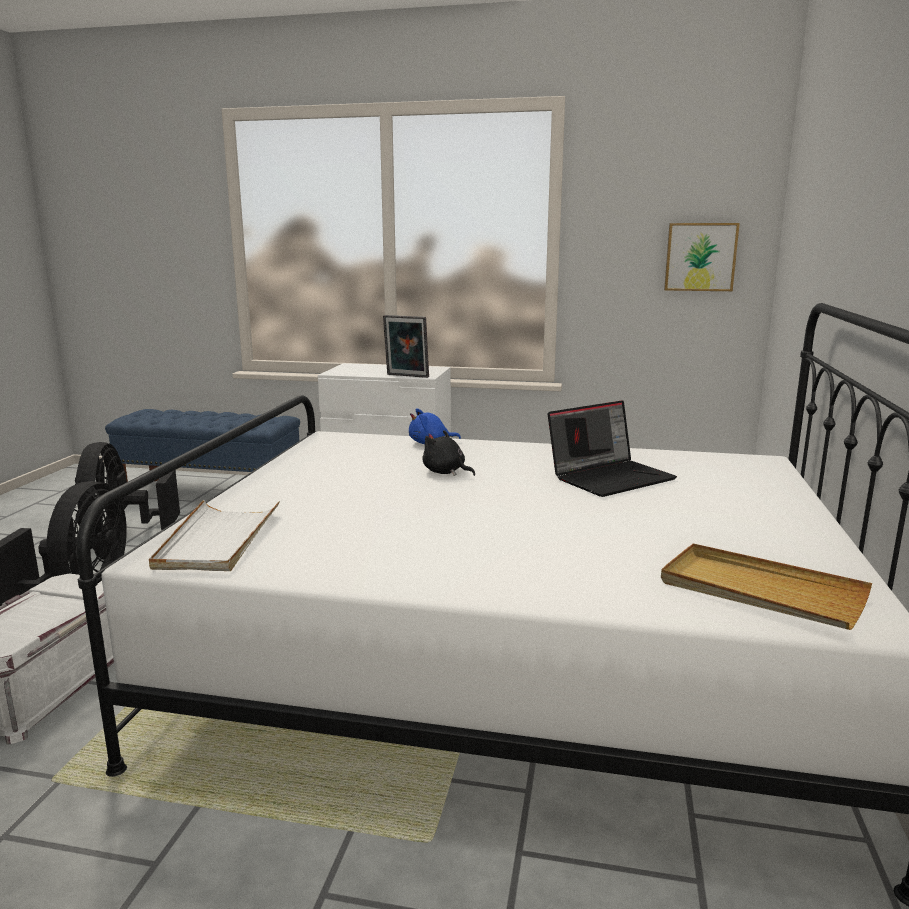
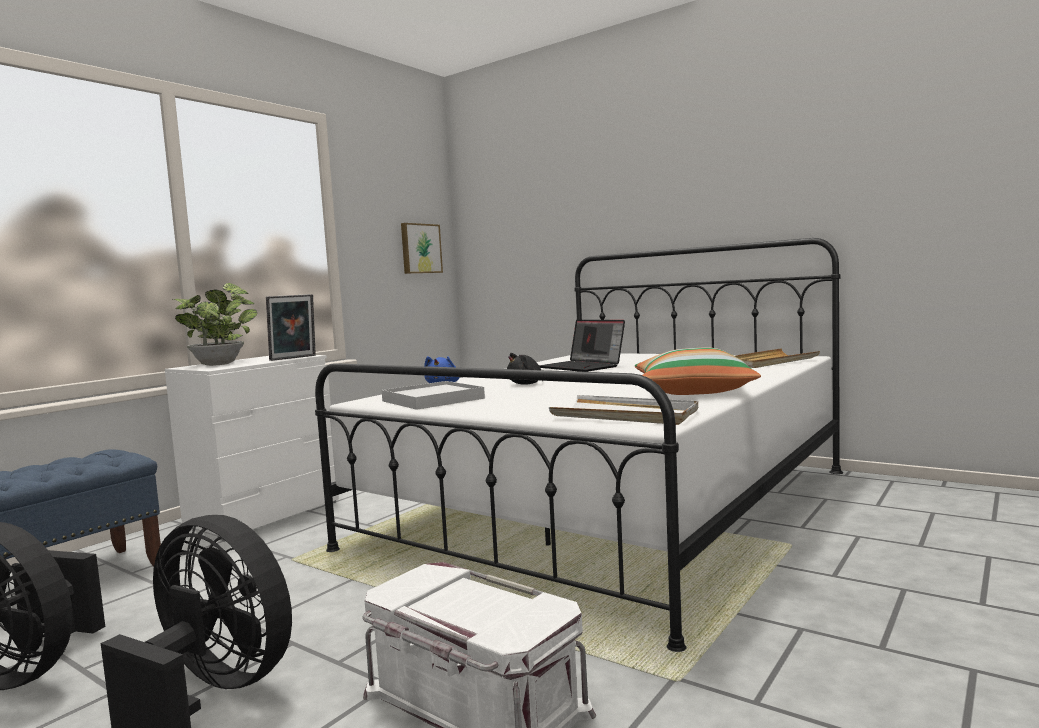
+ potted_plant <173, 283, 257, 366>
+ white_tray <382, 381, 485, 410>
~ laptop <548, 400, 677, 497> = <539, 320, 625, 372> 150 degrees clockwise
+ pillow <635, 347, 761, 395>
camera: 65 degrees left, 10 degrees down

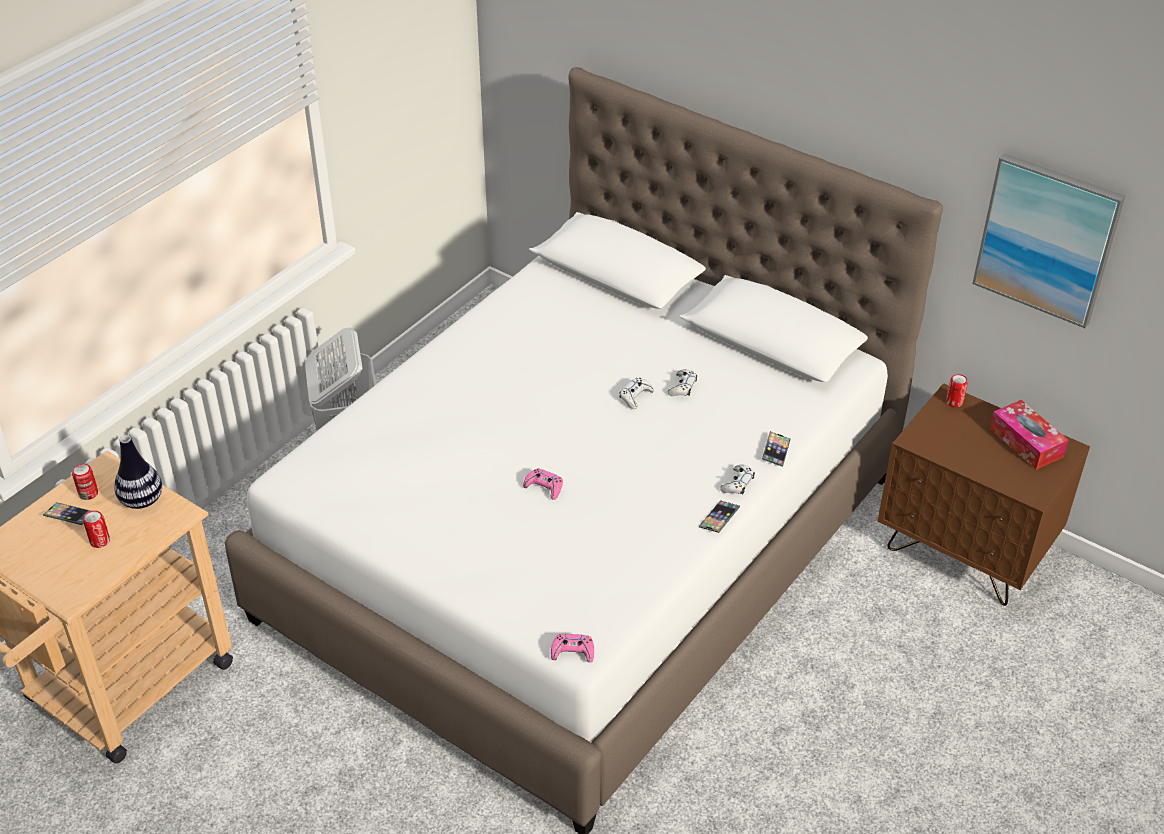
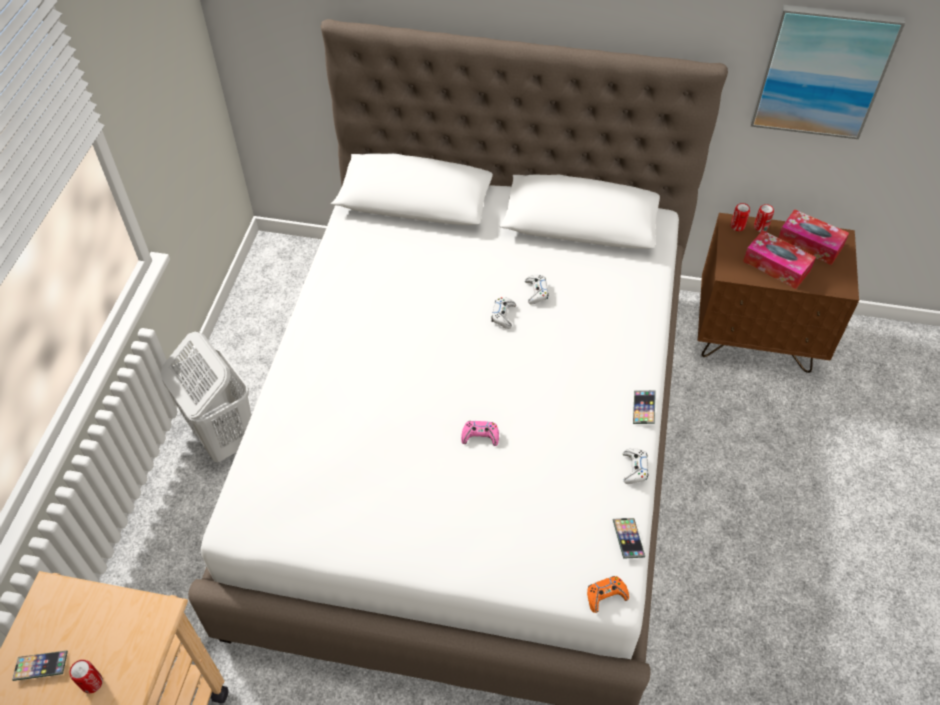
~ pink_game_controller <551, 634, 594, 662> to orange_game_controller <587, 576, 629, 613>
~ phone <762, 431, 791, 467> to <613, 518, 645, 559>
~ white_game_controller <720, 465, 755, 494> to <623, 448, 648, 484>
+ tissue_box <743, 230, 816, 289>
~ can <72, 464, 98, 500> to <754, 204, 774, 232>
- vase <114, 435, 162, 509>
camera: 25 degrees left, 10 degrees up

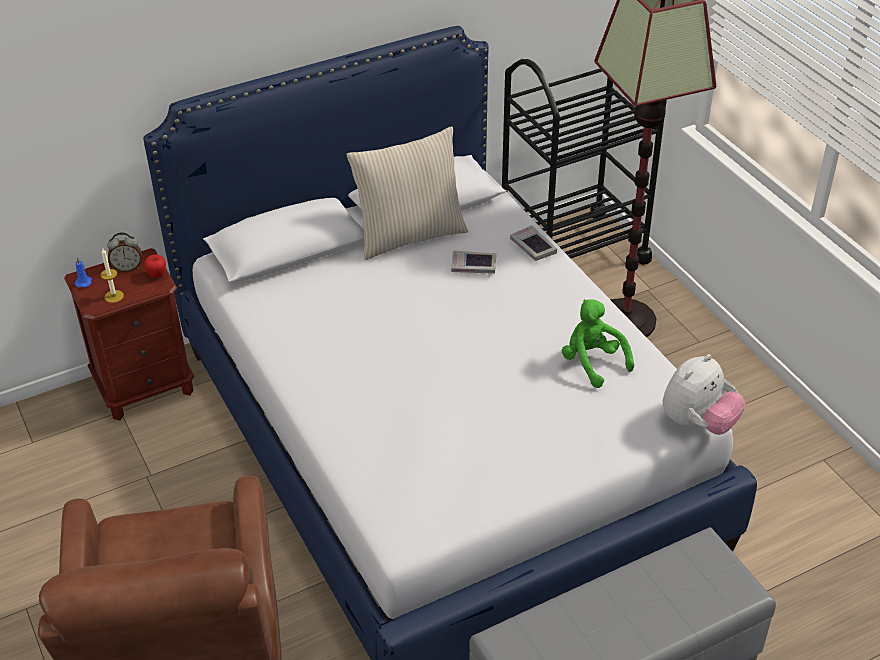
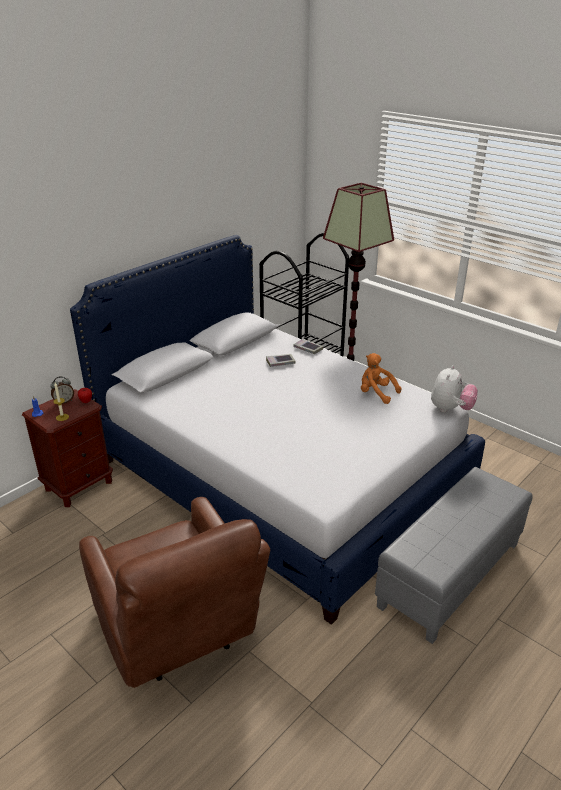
~ green_plush_toy <562, 299, 634, 388> to orange_plush_toy <361, 353, 402, 404>
- beige_pillow <346, 126, 468, 260>
camera: 20 degrees left, 10 degrees down

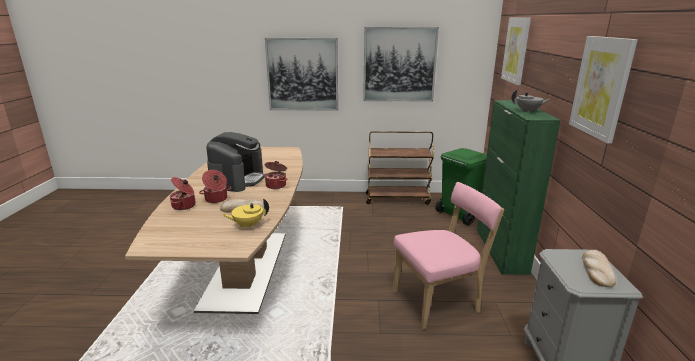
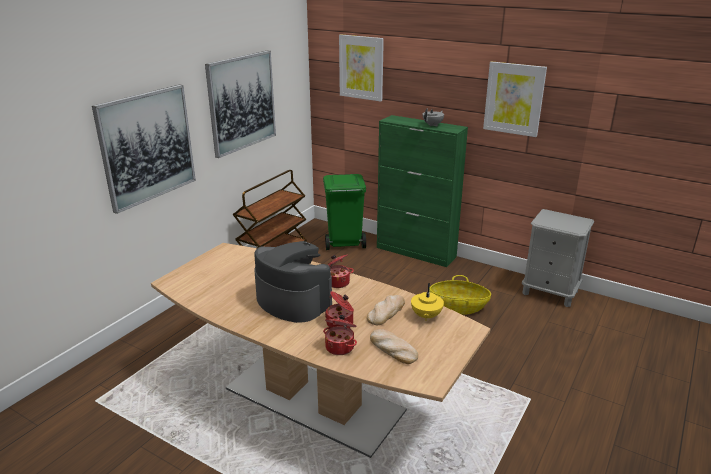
~ bread <583, 250, 616, 287> to <370, 329, 418, 364>
~ pink_chair <393, 182, 504, 329> to basket <429, 275, 491, 315>
camera: 60 degrees left, 5 degrees up

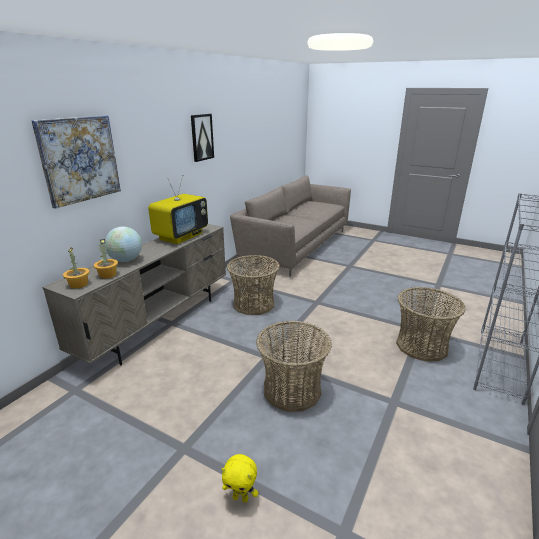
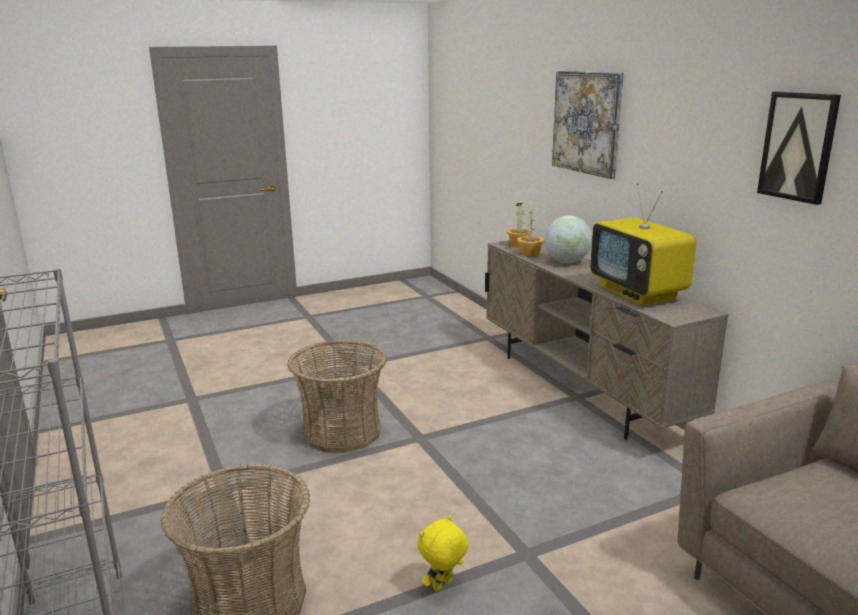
~ yellow_plush_toy <221, 454, 258, 503> to <418, 515, 469, 591>
- basket <227, 255, 280, 315>
camera: 125 degrees right, 5 degrees down

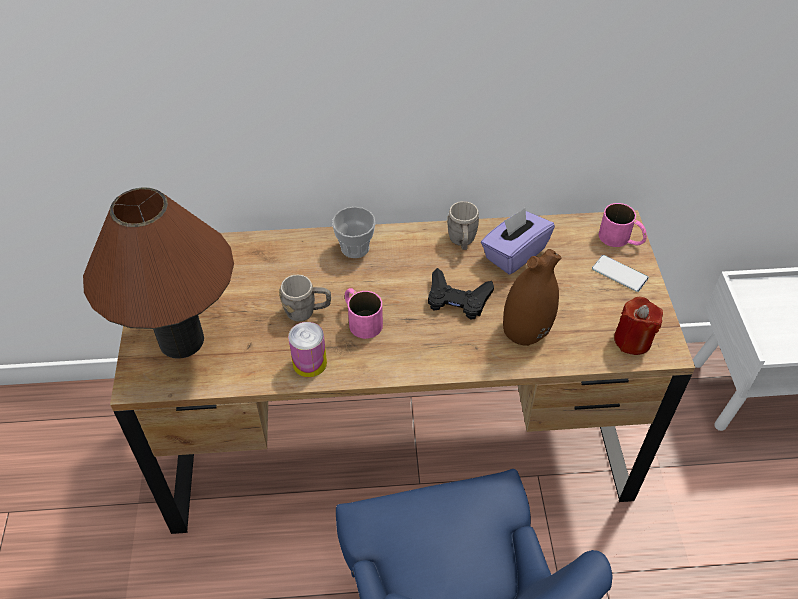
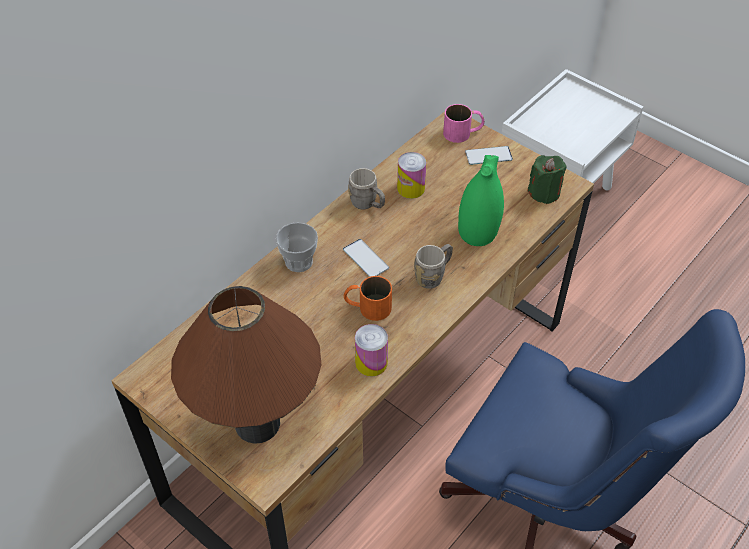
+ phone <343, 239, 389, 277>
~ pink_mug <345, 288, 383, 339> to orange_mug <344, 276, 392, 321>
~ purple_tissue_box <481, 208, 555, 275> to can <397, 152, 426, 199>
~ grey_mug <279, 274, 331, 322> to <414, 244, 453, 289>
~ brown_vase <503, 249, 561, 346> to green_vase <458, 155, 504, 246>
~ red_candle <614, 297, 663, 355> to green_candle <528, 155, 567, 204>
- black_game_controller <428, 268, 494, 319>
camera: 45 degrees left, 0 degrees up

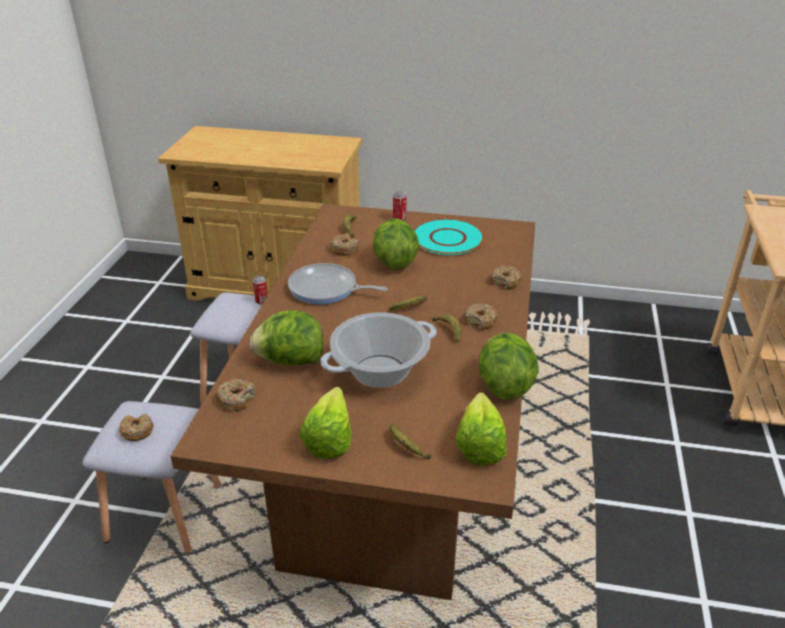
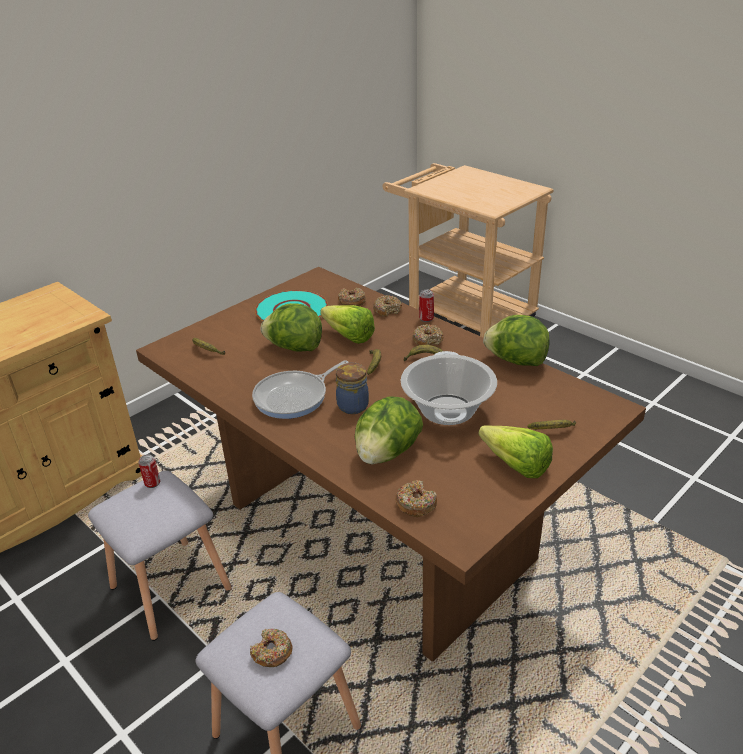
~ lettuce <456, 392, 507, 465> to <320, 305, 375, 344>
+ jar <336, 363, 369, 414>
~ donut <330, 234, 359, 256> to <338, 288, 366, 306>
~ can <393, 191, 407, 221> to <419, 290, 434, 322>
camera: 55 degrees left, 0 degrees up

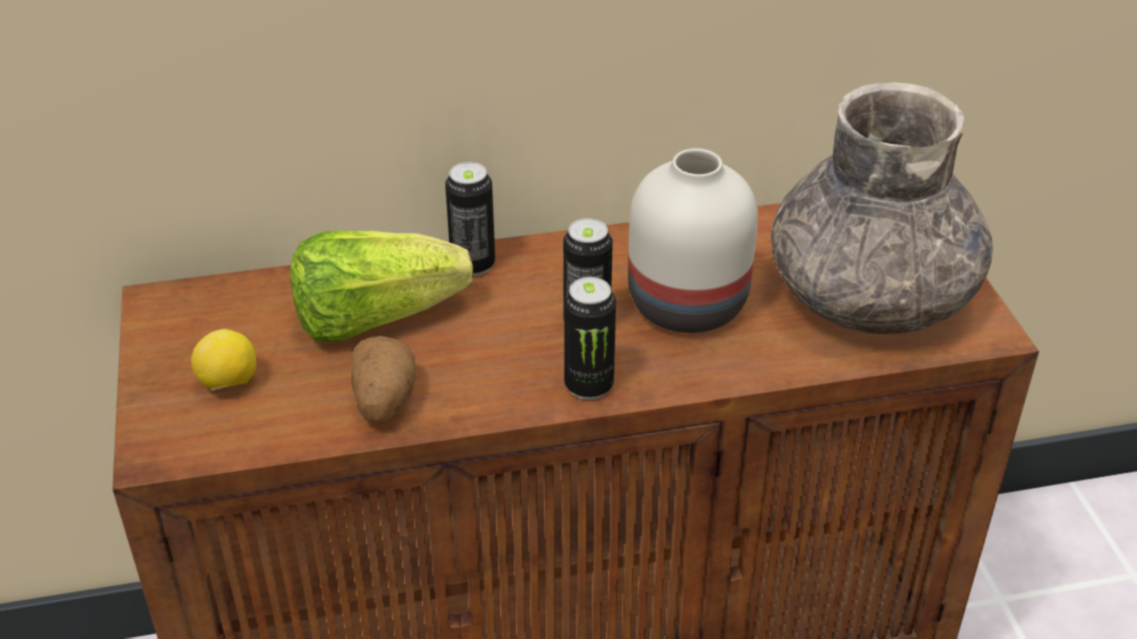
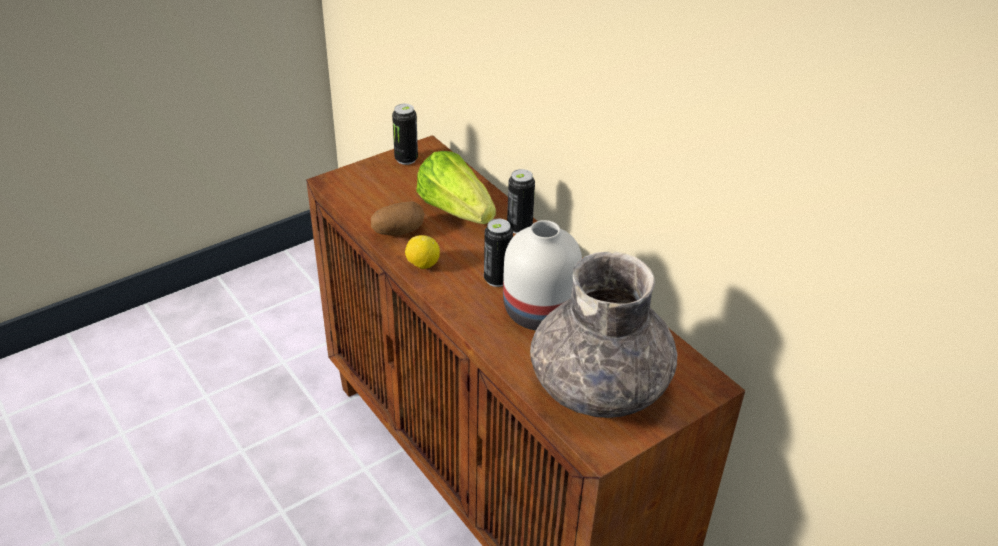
~ can <564, 277, 616, 400> to <392, 104, 418, 165>
~ lemon <191, 329, 257, 391> to <405, 235, 440, 269>
camera: 65 degrees right, 0 degrees up

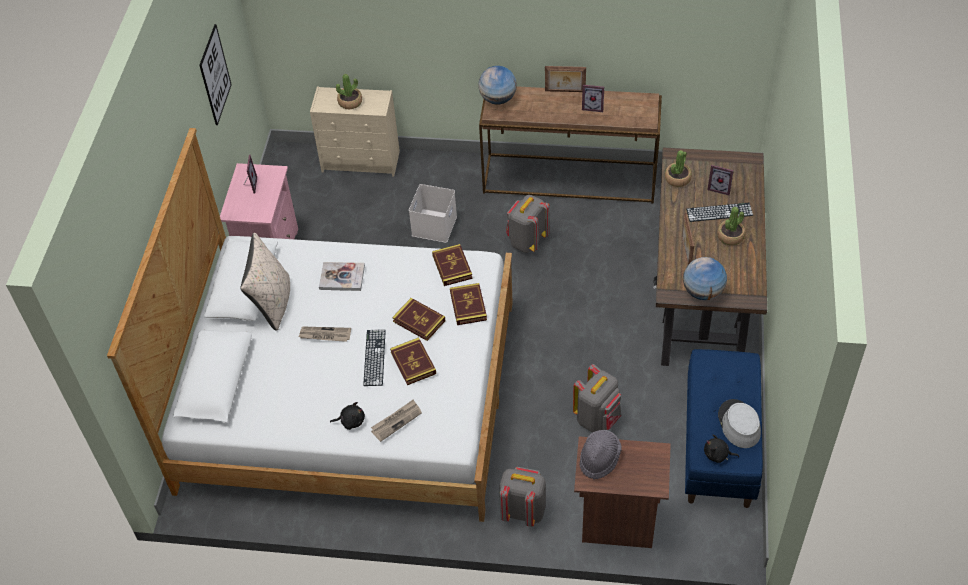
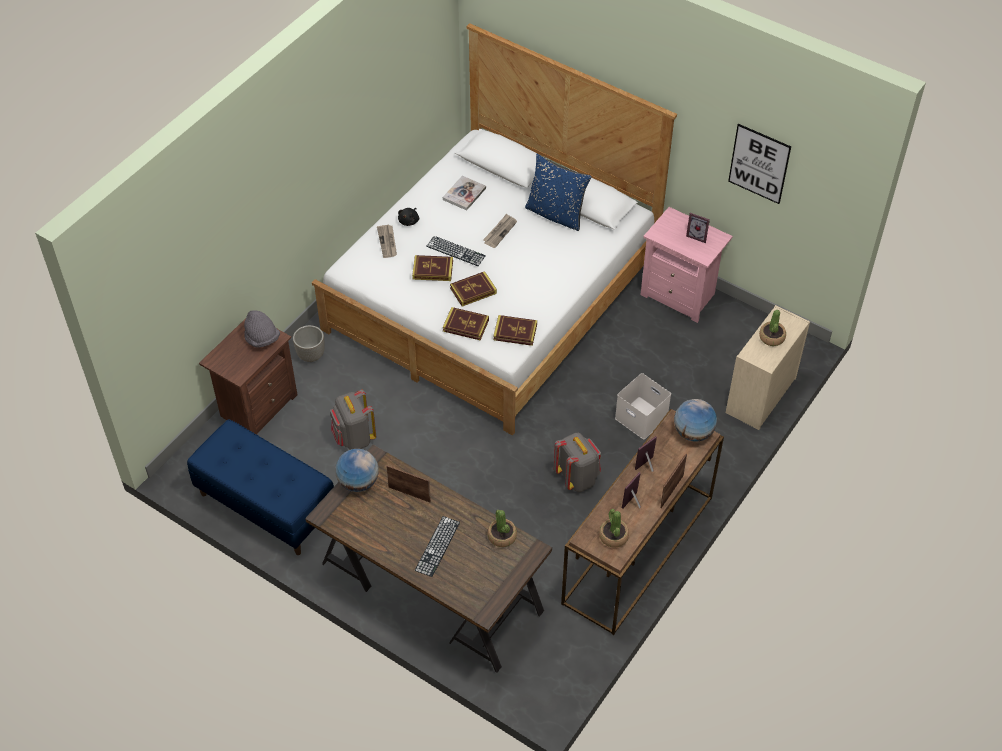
~ grey_backpack <499, 467, 546, 527> to planter <293, 325, 325, 362>
~ book <319, 262, 365, 291> to <443, 176, 486, 210>
~ beige_pillow <240, 233, 290, 331> to blue_pillow <525, 154, 592, 231>
~ potted_plant <717, 207, 746, 245> to <599, 509, 629, 548>
~ picture_frame <708, 165, 734, 195> to <635, 436, 657, 472>
- black_plush_toy <704, 434, 739, 463>
- grey_hat <718, 399, 761, 448>
camera: 115 degrees right, 0 degrees up

